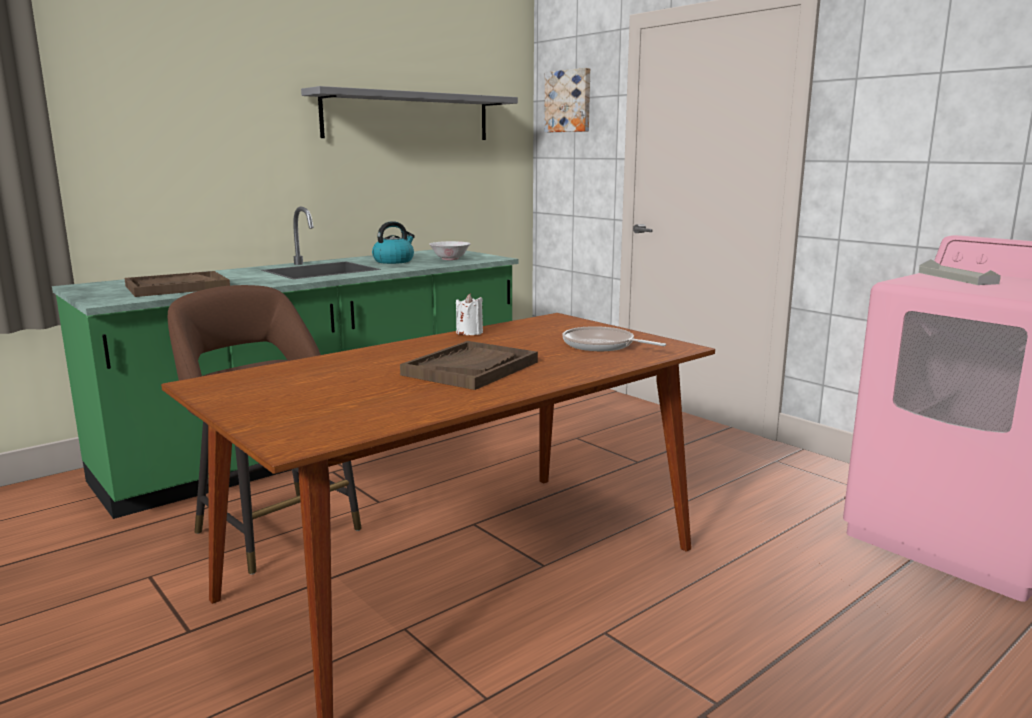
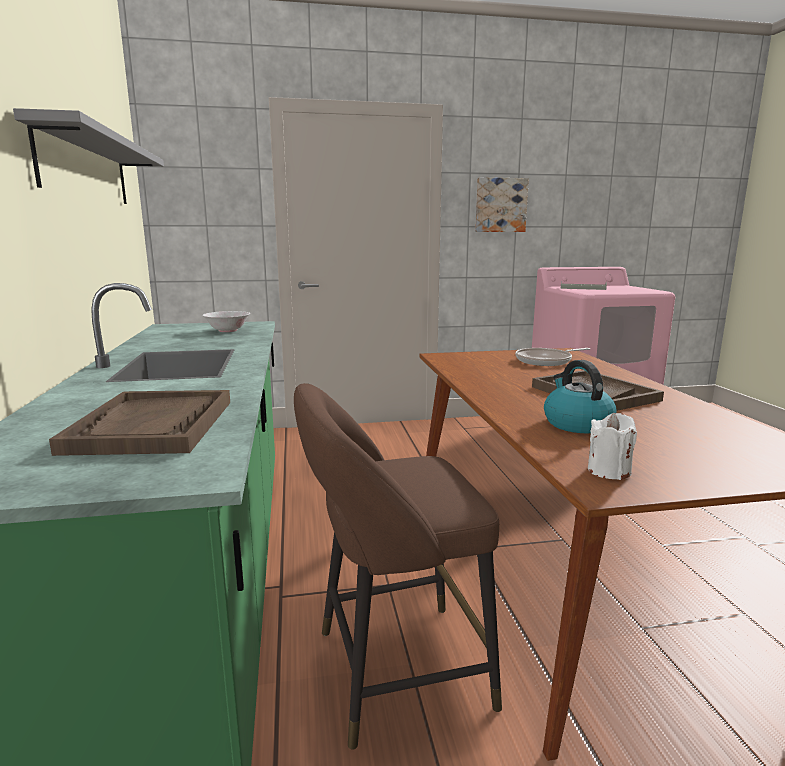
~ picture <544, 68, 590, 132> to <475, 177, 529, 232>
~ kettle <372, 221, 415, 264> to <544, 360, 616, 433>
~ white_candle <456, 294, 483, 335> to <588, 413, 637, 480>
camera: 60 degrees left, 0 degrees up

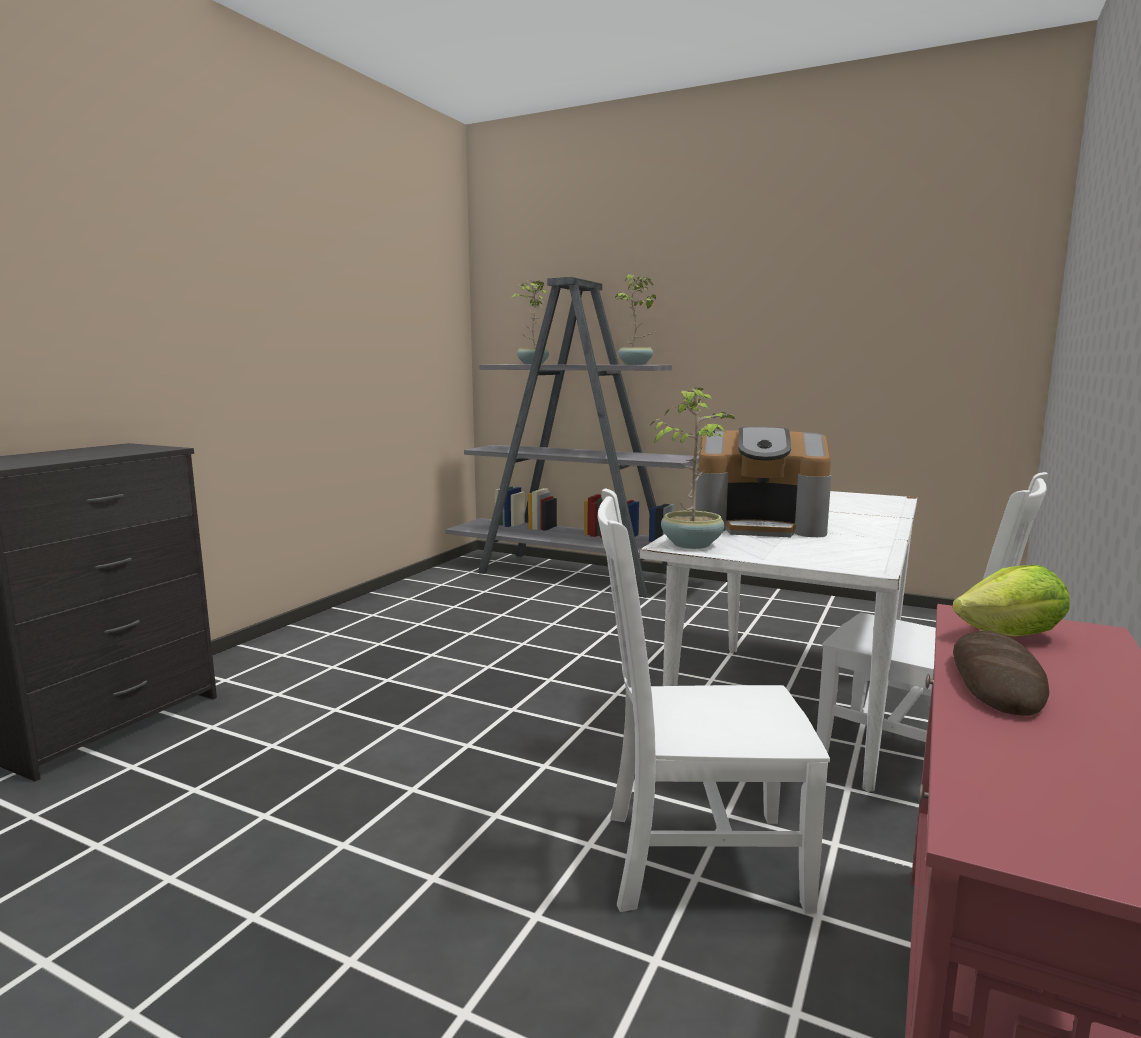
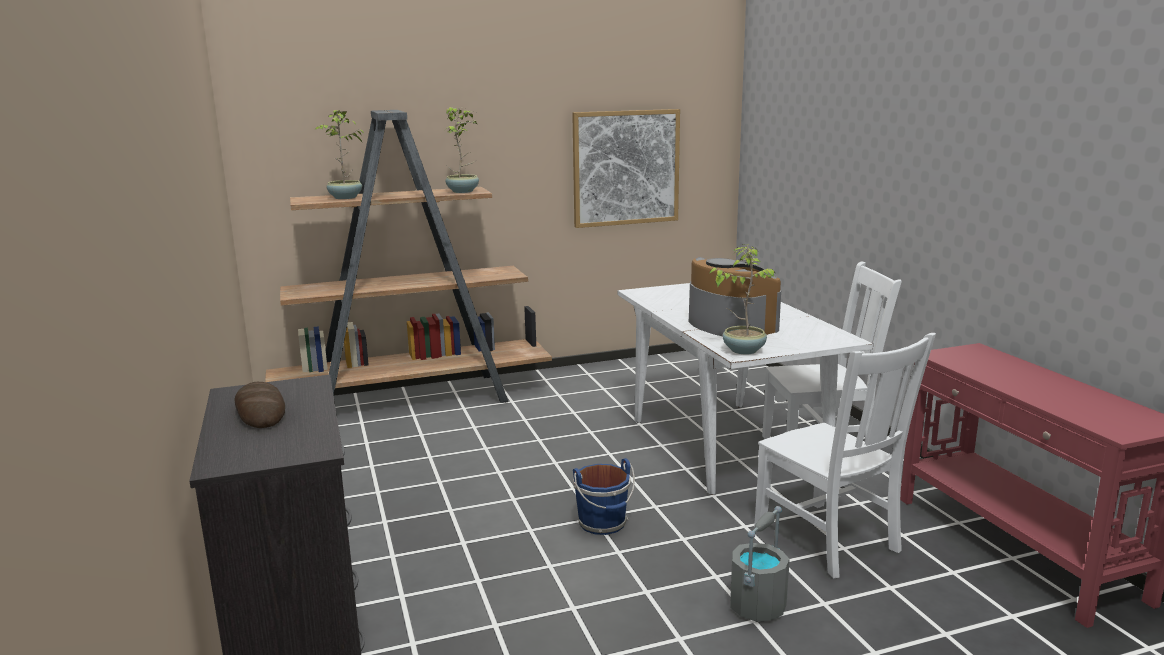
~ bread <953, 631, 1049, 716> to <235, 382, 285, 428>
~ grey_bookcase <445, 277, 699, 598> to brown_bookcase <265, 110, 552, 403>
+ picture <572, 109, 680, 228>
+ blue_bucket <573, 458, 635, 535>
~ coffee_machine <695, 427, 831, 537> = <689, 257, 781, 336> 90 degrees counterclockwise
+ grey_bucket <730, 506, 790, 622>
~ white_chair <598, 488, 830, 914> = <754, 333, 936, 578> 75 degrees counterclockwise
- lettuce <953, 565, 1070, 637>
camera: 45 degrees left, 5 degrees up

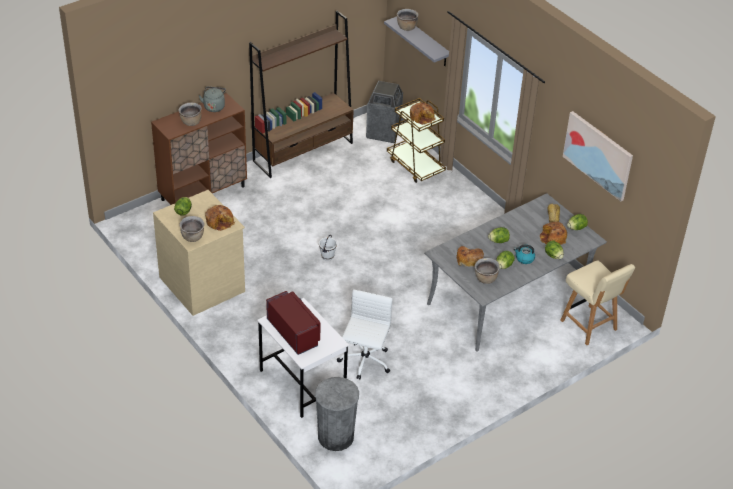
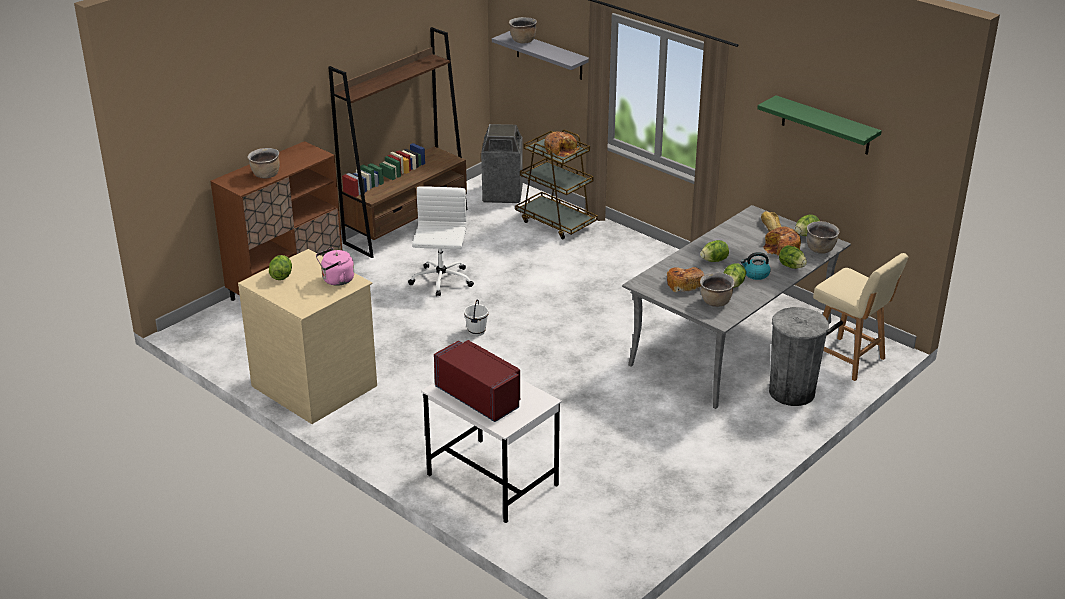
~ bread <205, 205, 235, 231> to pink_kettle <316, 248, 354, 286>
~ white_office_chair <337, 290, 393, 380> to <408, 186, 474, 296>
~ picture <563, 111, 633, 201> to green_shelf <757, 95, 882, 155>
~ grey_trash_can <315, 377, 359, 451> to <769, 307, 829, 406>
~ brown_cooking_pot <179, 216, 205, 242> to <807, 221, 840, 254>
- grey_kettle <199, 86, 226, 112>
camera: 10 degrees left, 10 degrees down

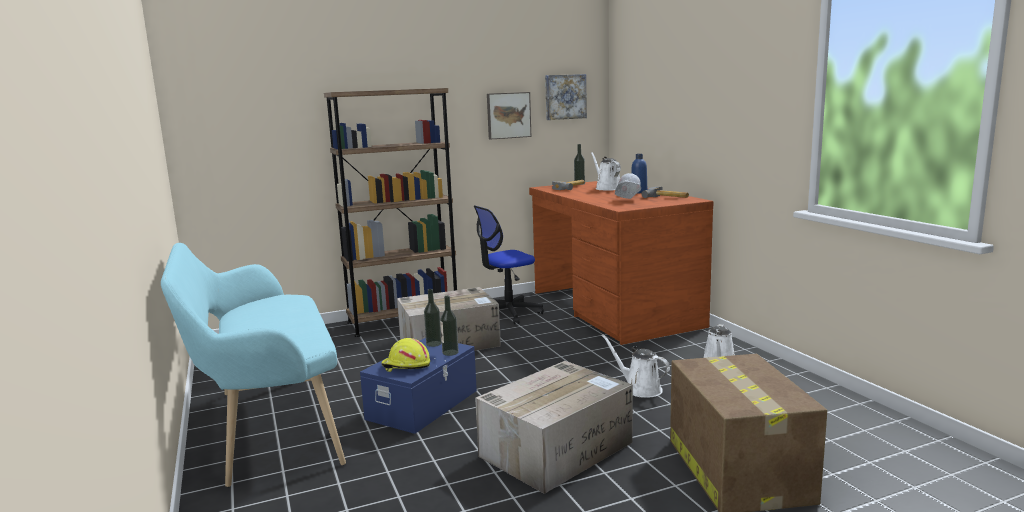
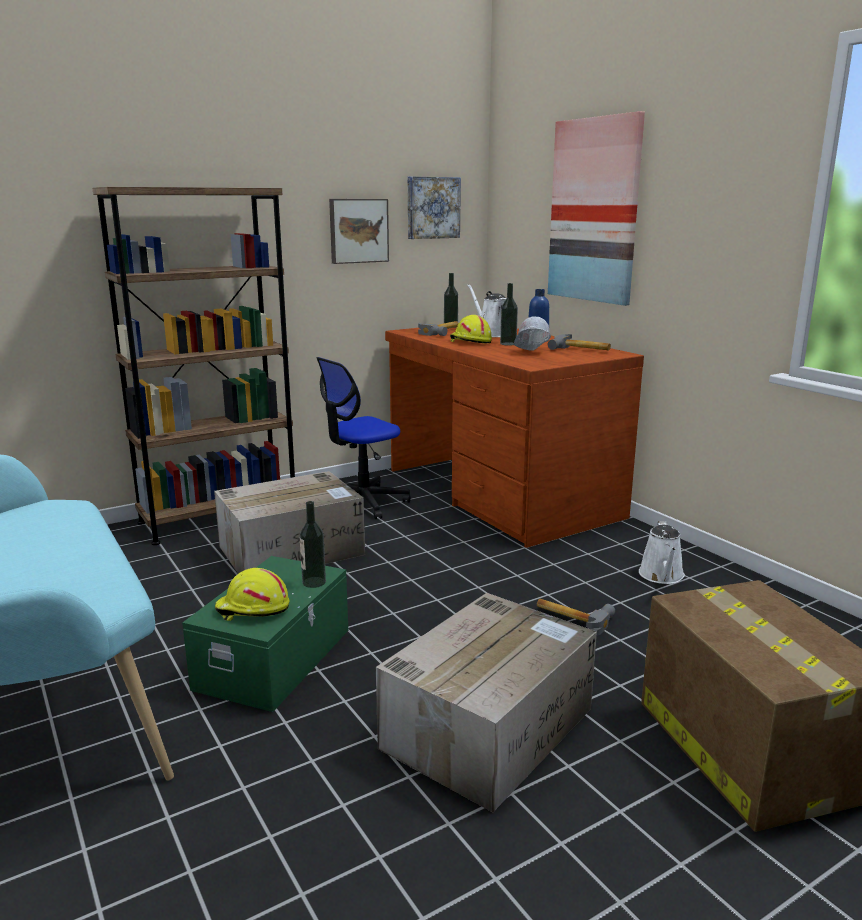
~ blue_storage_box <360, 338, 477, 434> to green_storage_box <182, 556, 348, 712>
+ yellow_hard_hat <450, 315, 492, 343>
~ bottle <424, 289, 442, 347> to <500, 283, 518, 346>
~ white_watering_can <601, 334, 670, 398> to hammer <537, 599, 615, 636>
+ picture <548, 111, 645, 306>
camera: 10 degrees left, 5 degrees up

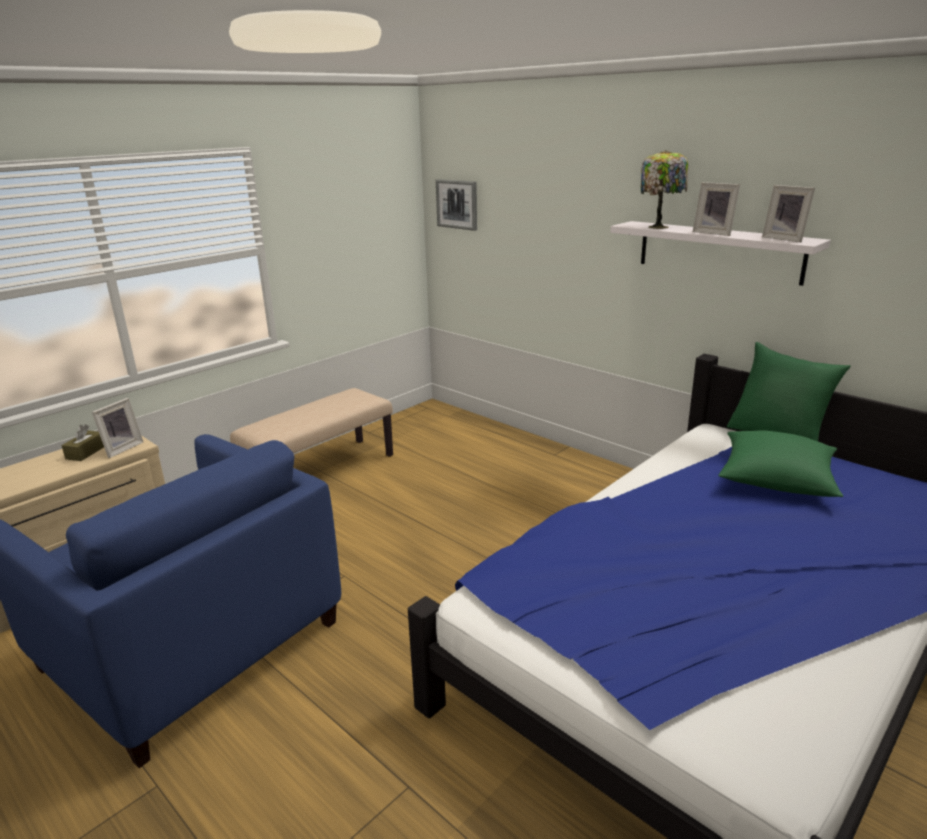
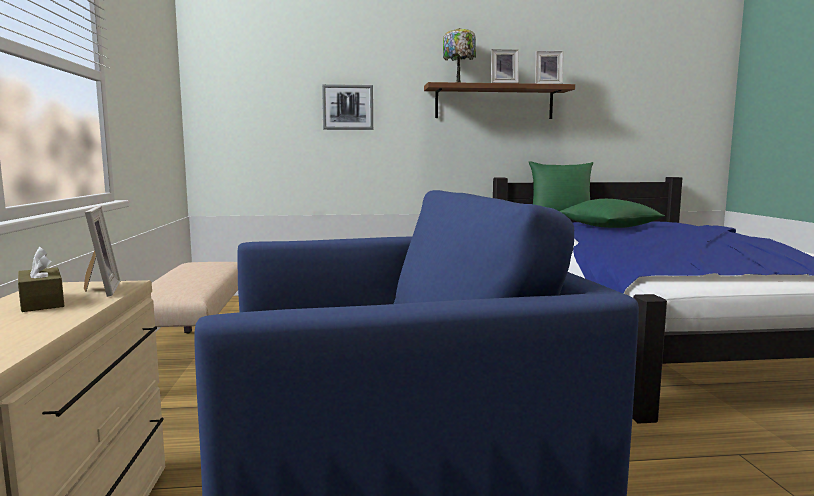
~ picture <436, 179, 477, 231> to <322, 84, 373, 130>
~ white_shelf <610, 221, 831, 286> to brown_shelf <424, 82, 575, 119>
camera: 50 degrees left, 15 degrees down

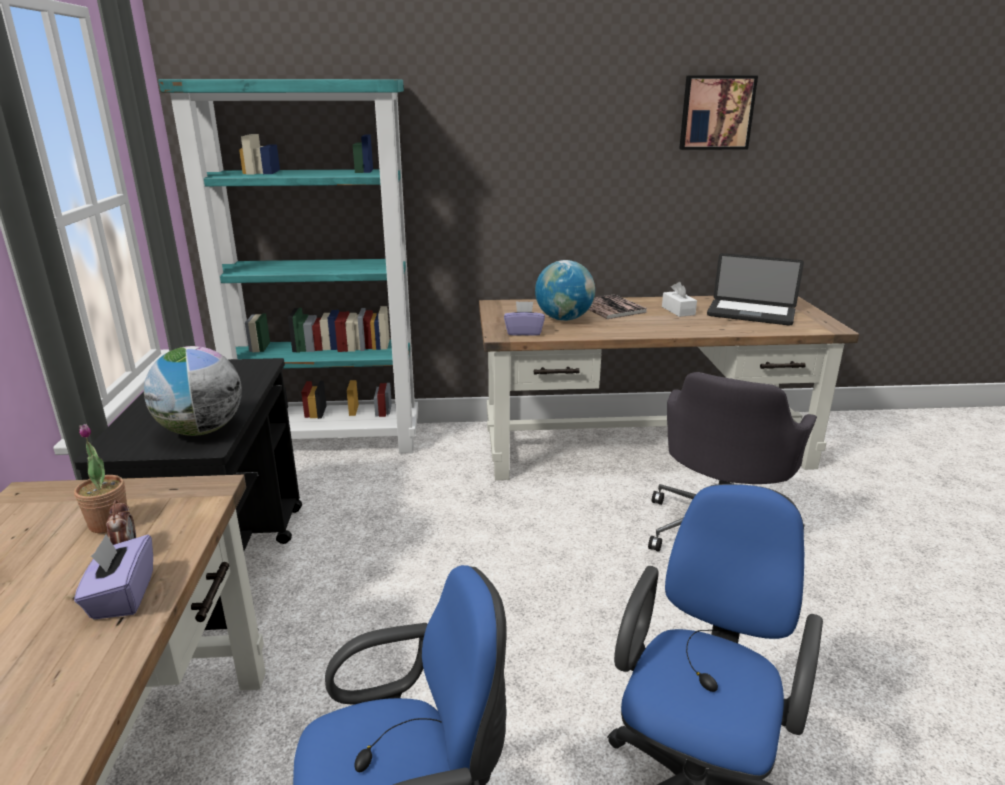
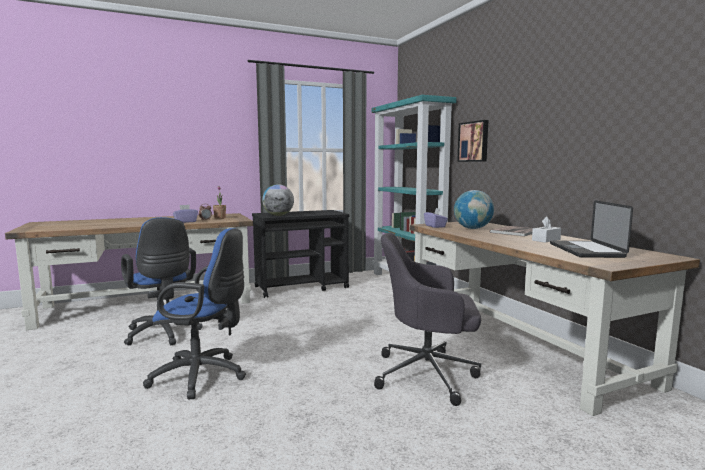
~ picture <679, 76, 758, 150> to <457, 120, 488, 162>
camera: 70 degrees right, 15 degrees down

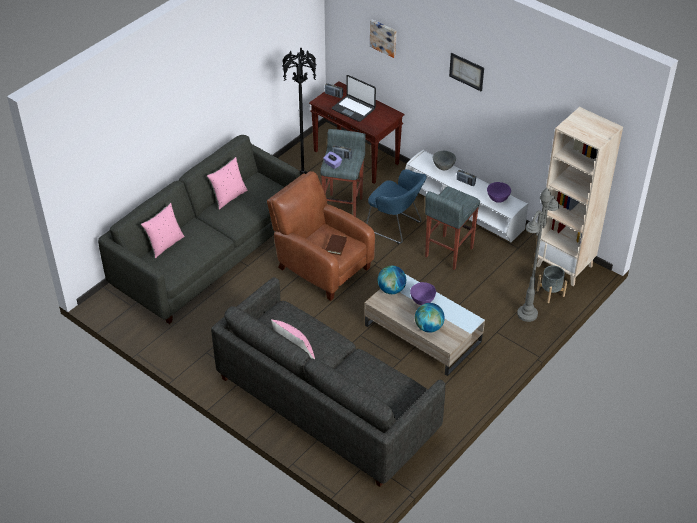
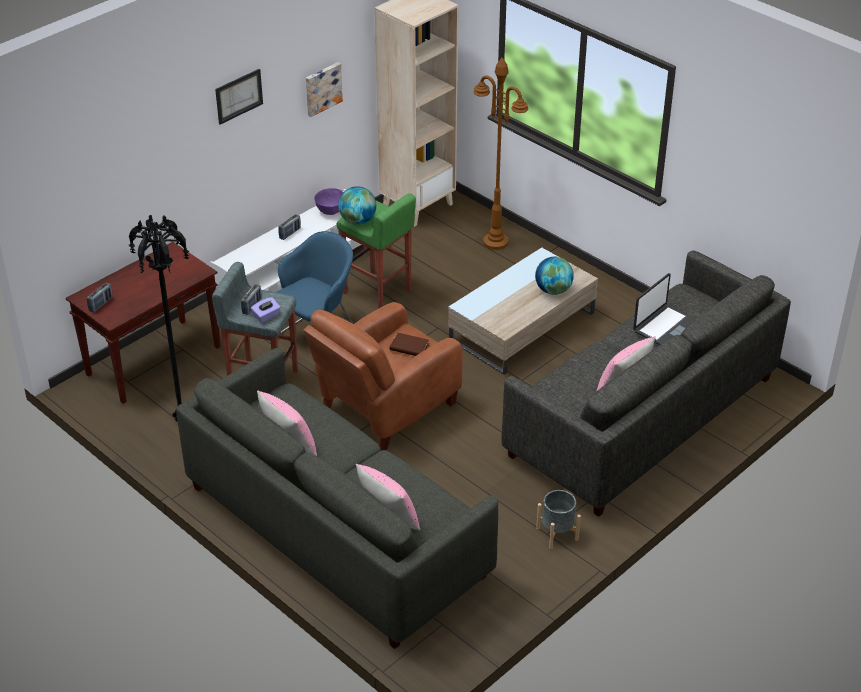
~ picture <370, 19, 397, 58> to <306, 62, 343, 117>
~ grey_stool <425, 187, 480, 270> to green_stool <336, 193, 416, 308>
~ globe <378, 266, 406, 294> to <338, 186, 376, 225>
~ grey_floor_lamp <517, 188, 559, 322> to brown_floor_lamp <474, 58, 528, 250>
~ grey_planter <537, 266, 567, 303> to <536, 490, 581, 549>
~ laptop <332, 75, 376, 122> to <633, 273, 695, 345>
- purple_bowl <410, 282, 436, 305>
- grey_bowl <433, 151, 456, 170>
camera: 85 degrees left, 5 degrees down

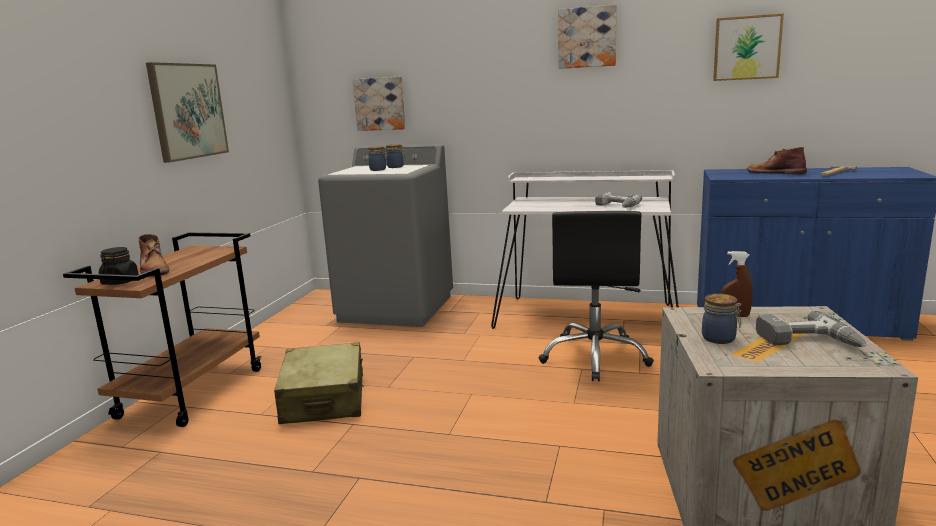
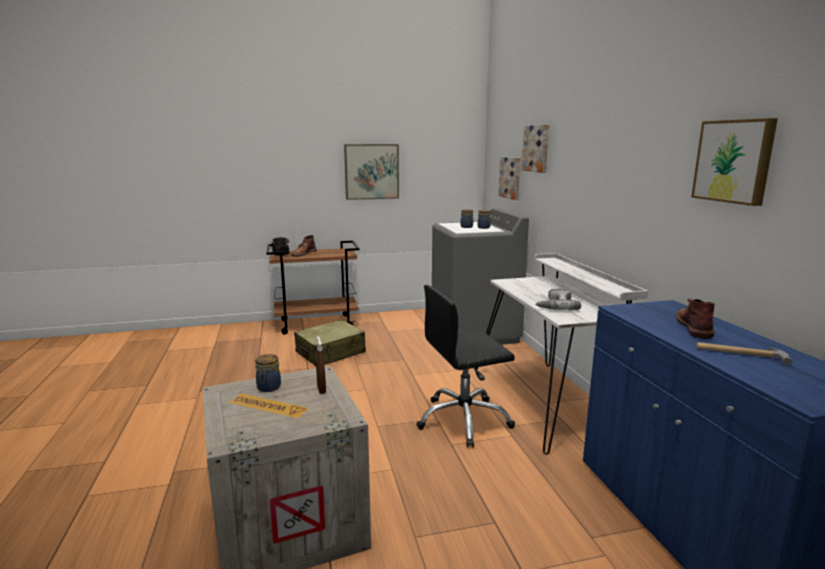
~ picture <558, 4, 617, 69> to <522, 124, 549, 173>
- power_drill <756, 311, 866, 347>
camera: 60 degrees right, 0 degrees up

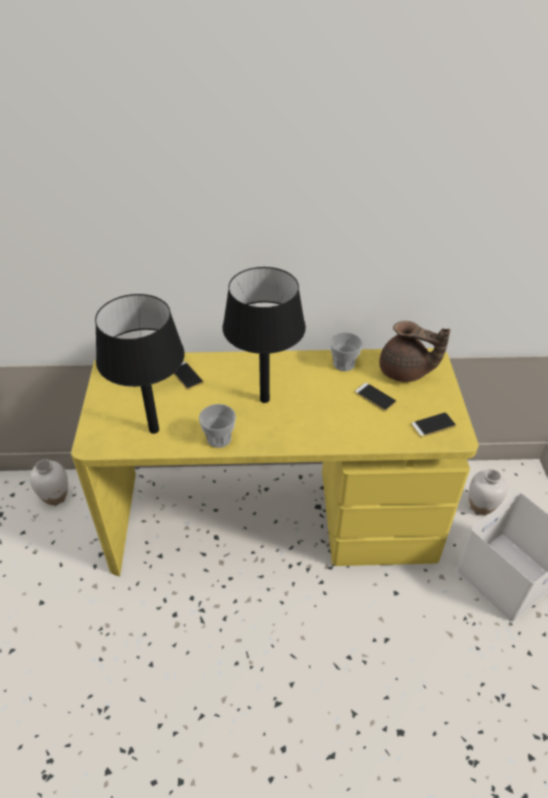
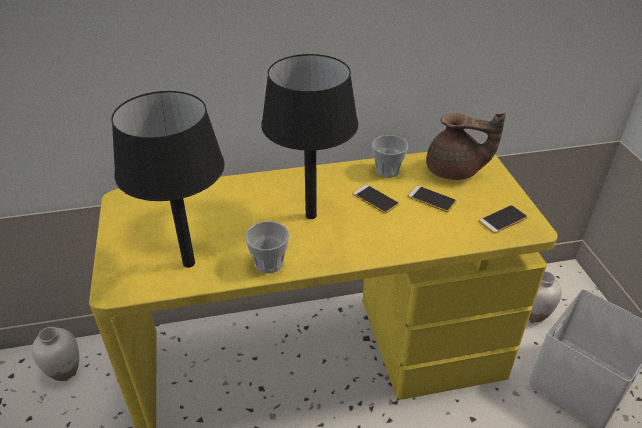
~ phone <173, 361, 204, 390> to <352, 185, 399, 214>
camera: 10 degrees left, 5 degrees down

